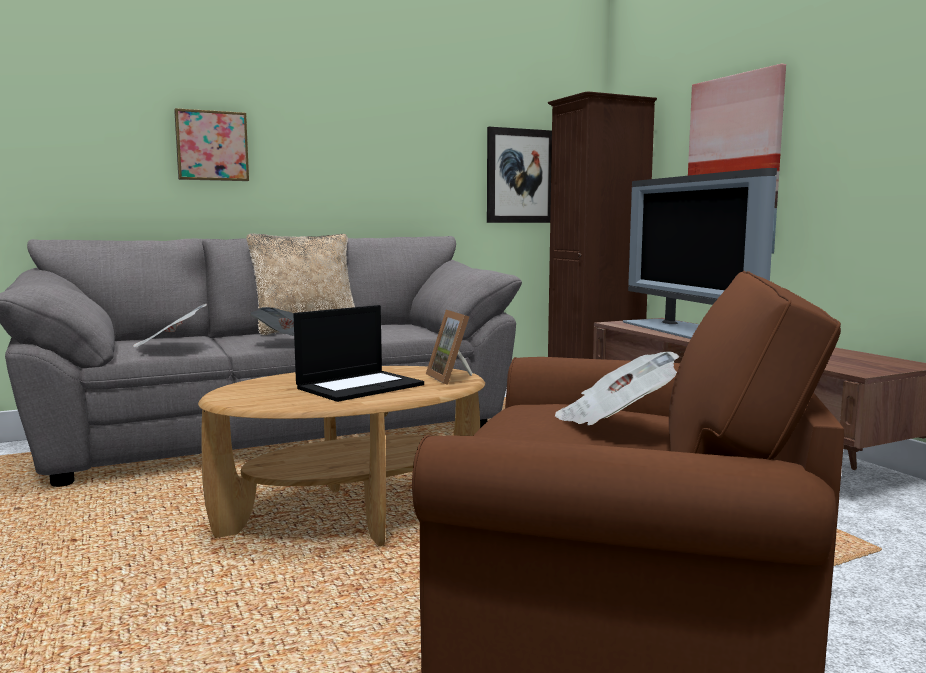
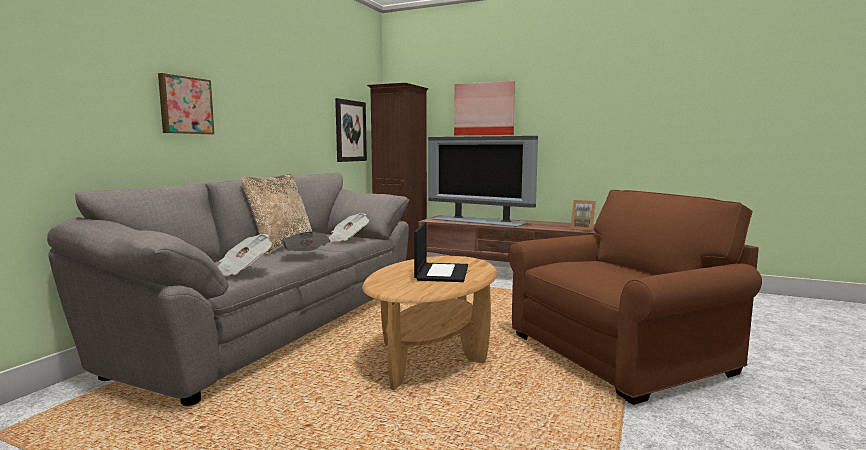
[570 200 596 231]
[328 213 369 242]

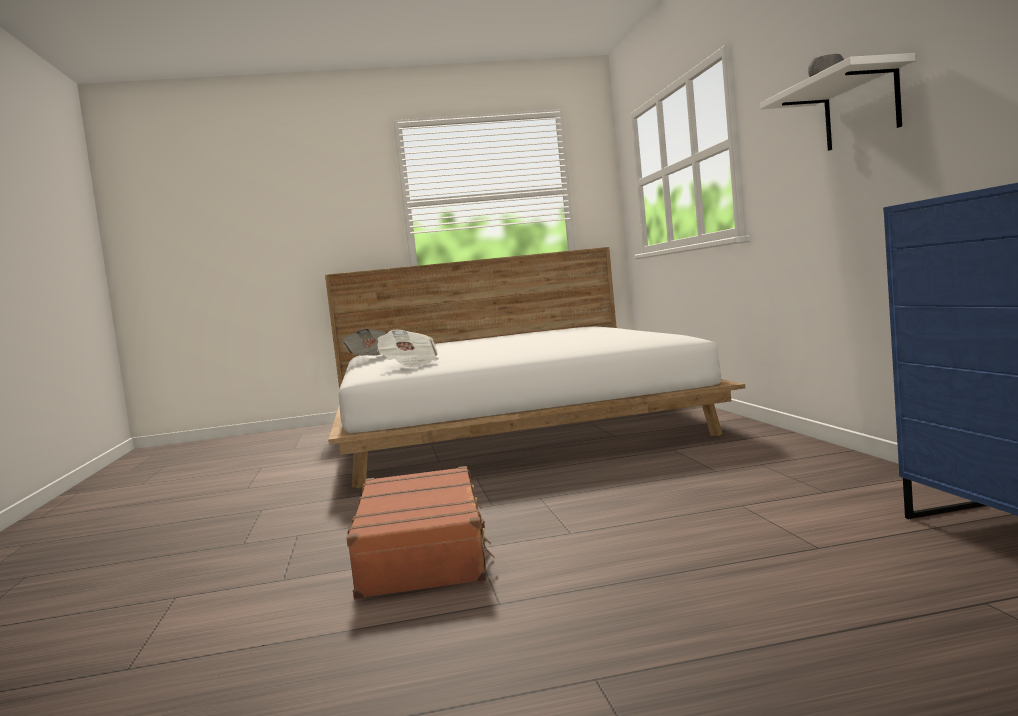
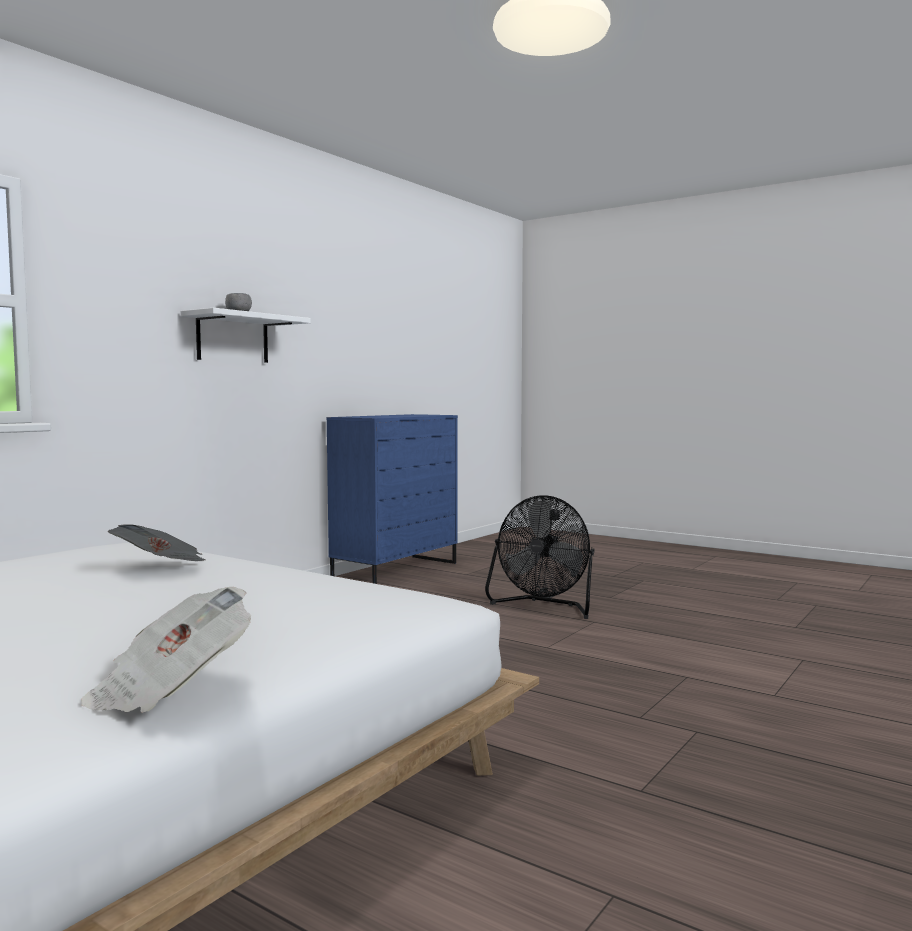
[108 524 206 561]
[346 466 495 600] (first image)
[485 495 595 619]

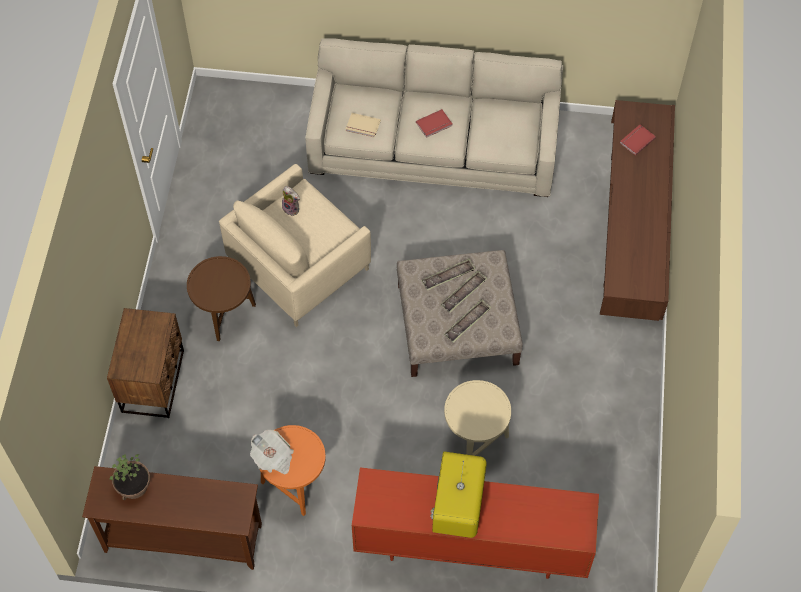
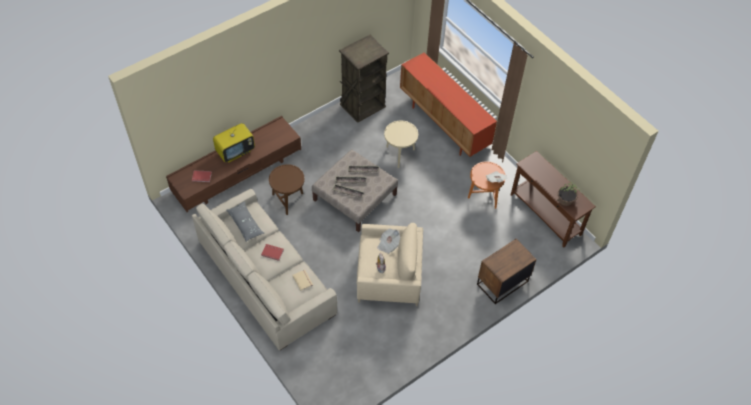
[269 164 305 215]
[213 122 255 162]
[339 35 389 123]
[226 201 264 242]
[377 229 400 254]

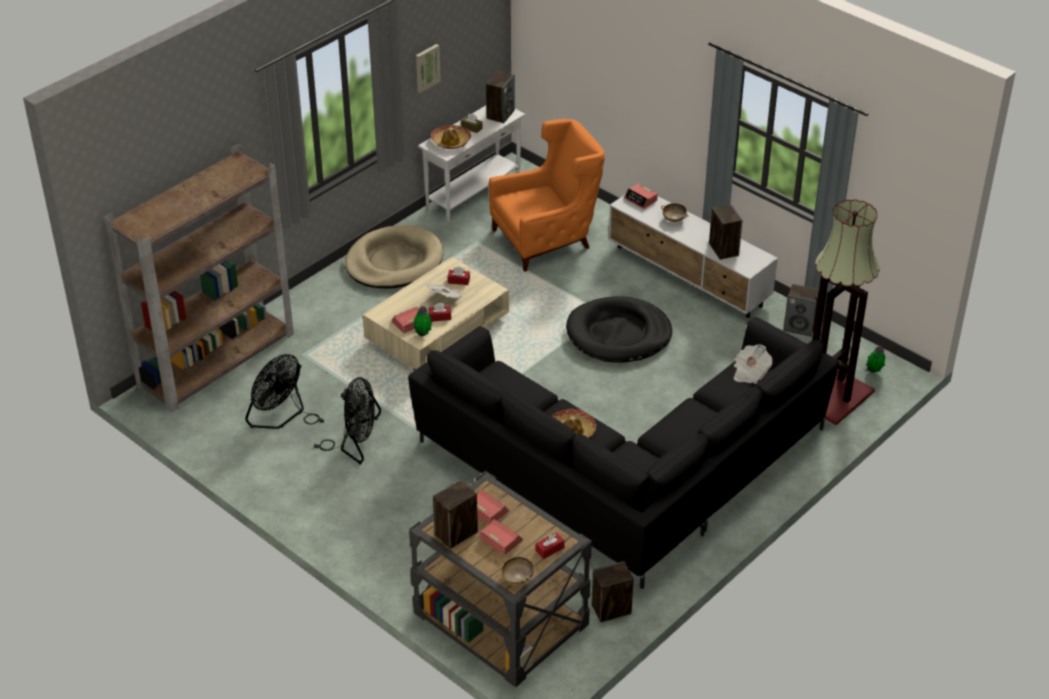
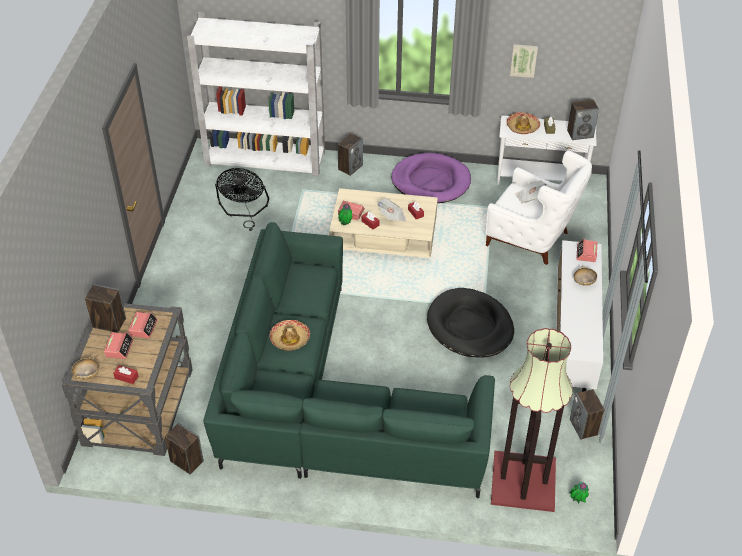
[485 150 592 265]
[187 12 325 176]
[338 133 363 176]
[391 153 471 203]
[203 222 495 498]
[515 180 547 203]
[314 377 381 465] (first image)

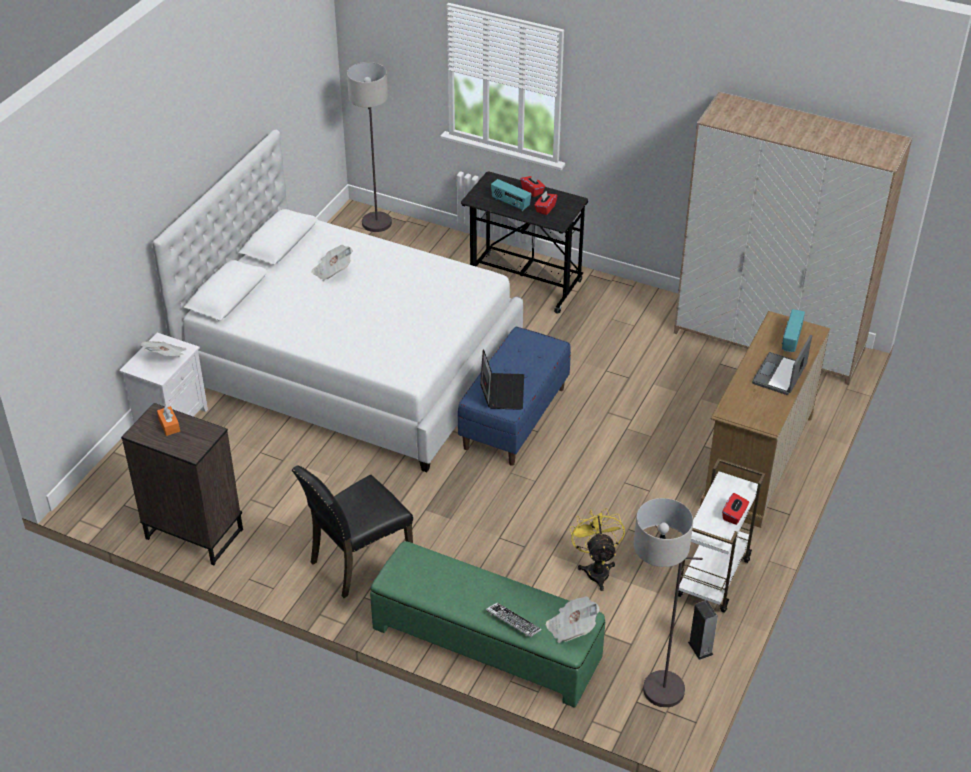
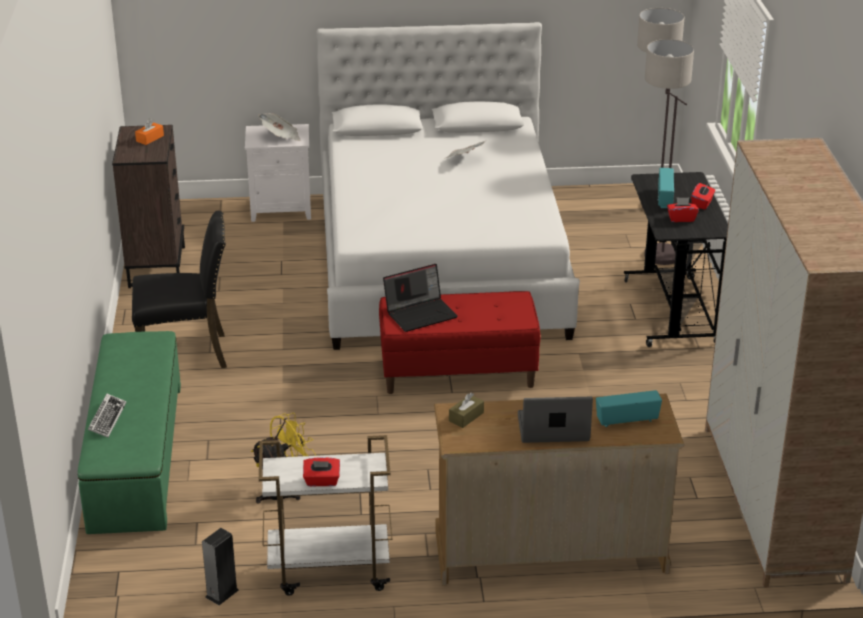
[379 291 540 394]
[132 211 227 368]
[644 39 694 265]
[546 597 600 643] (first image)
[449 393 484 428]

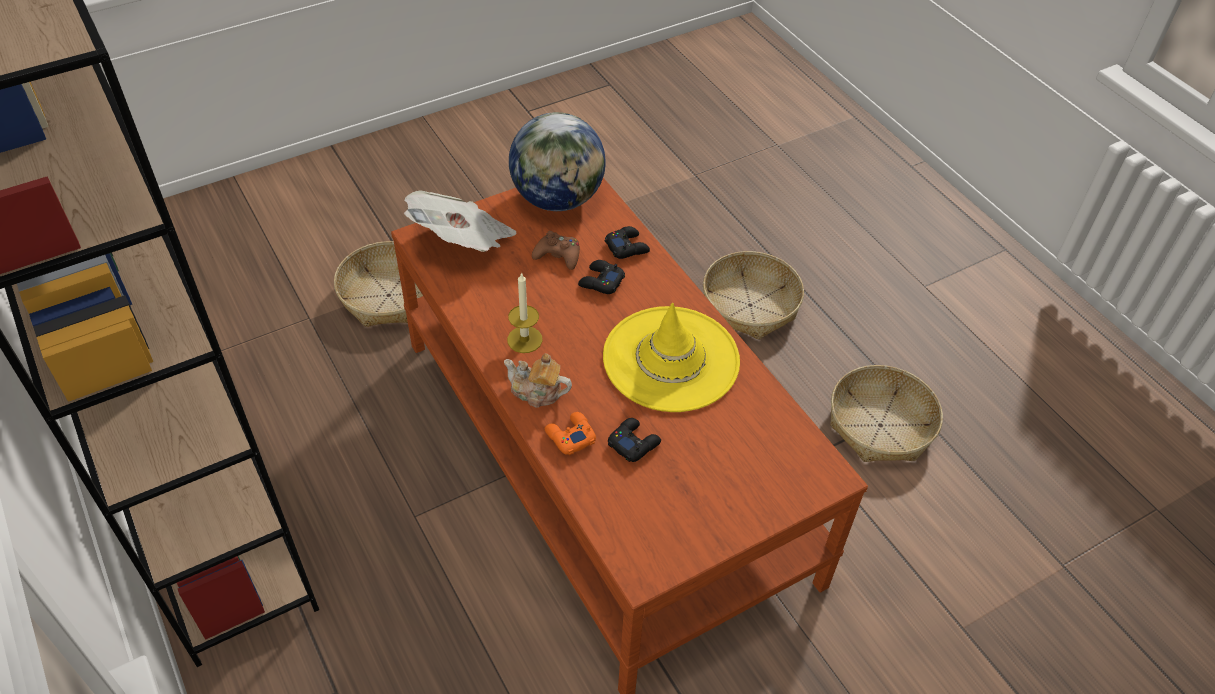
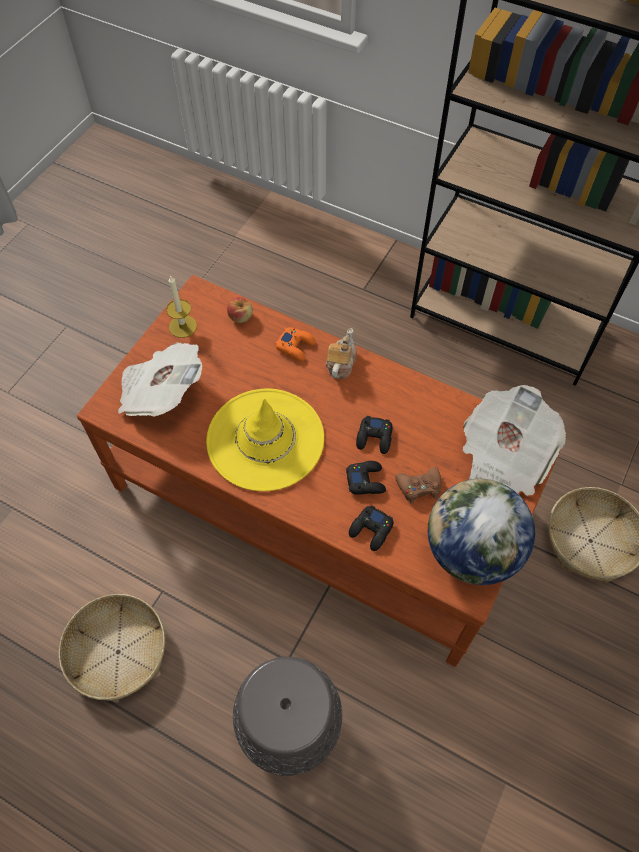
[233 657 342 776]
[166 275 197 338]
[325 328 357 379]
[356 416 392 454]
[227 297 253 323]
[118 342 202 417]

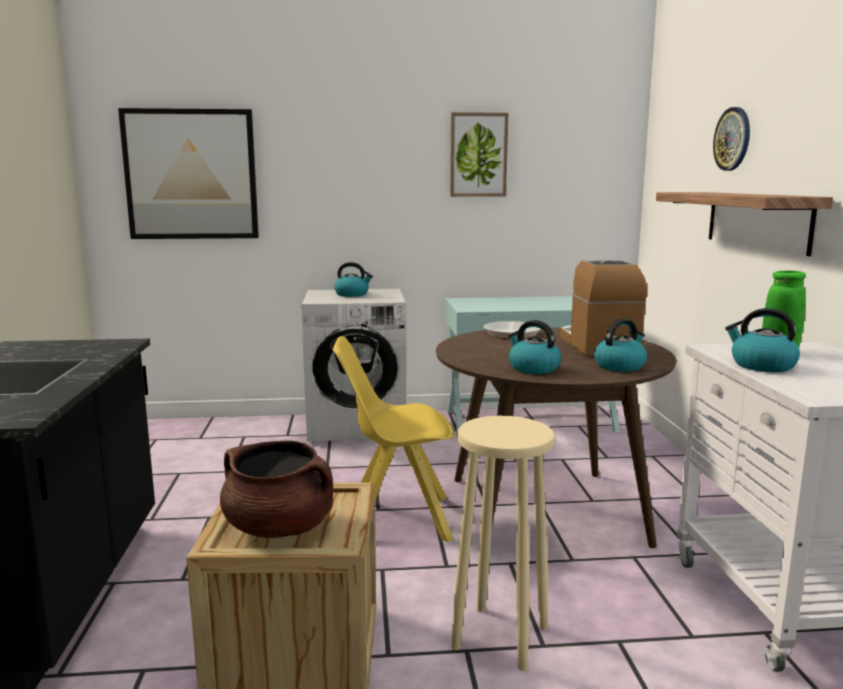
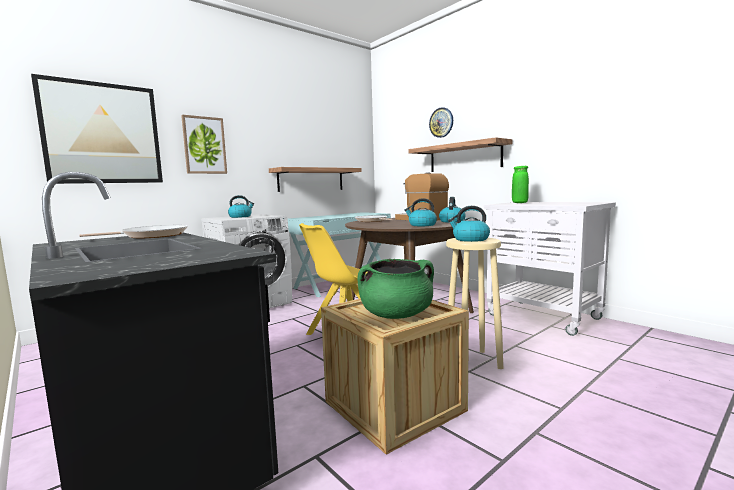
[181 115 227 174]
[448 206 490 242]
[358 259 434 319]
[269 167 362 192]
[79 225 188 238]

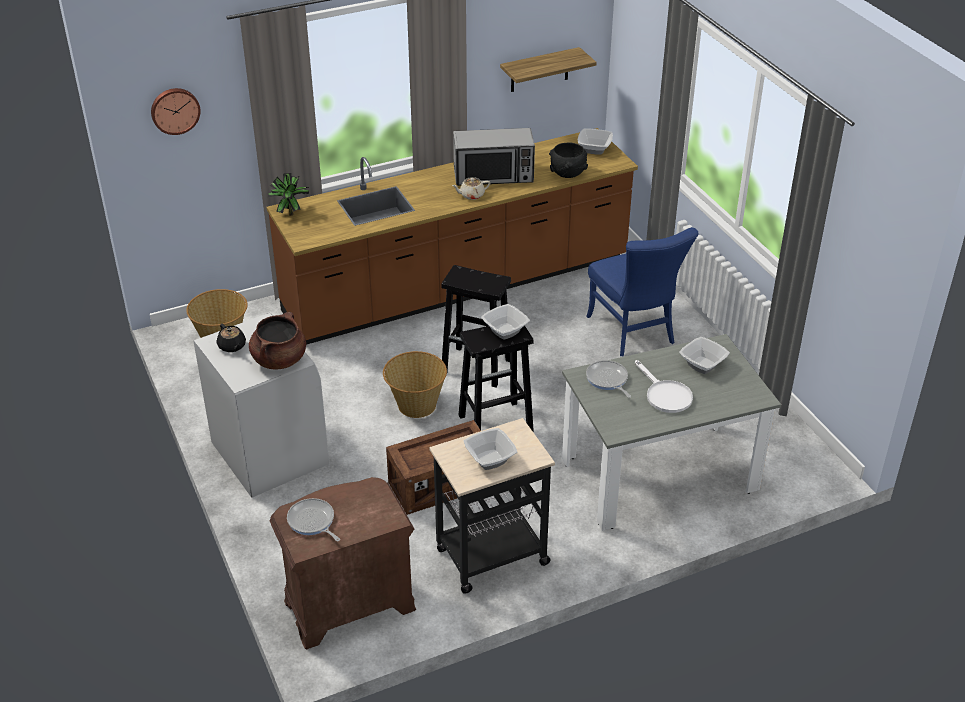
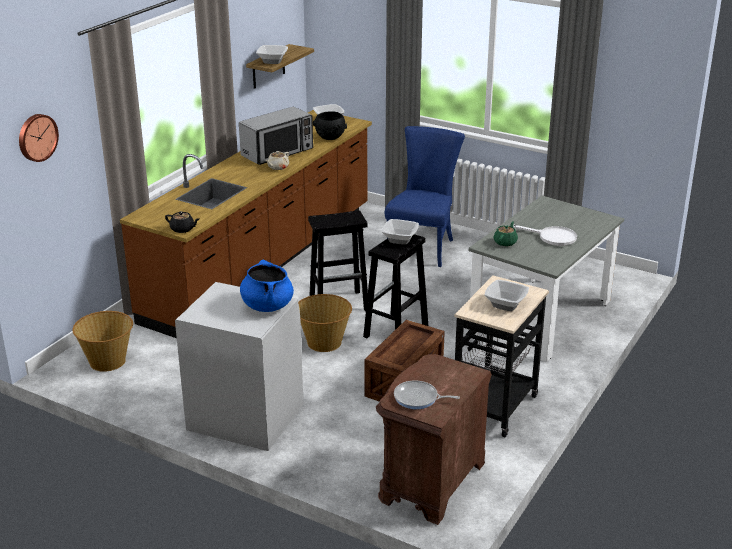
[268 173 309 216] (first image)
[385 126 465 267]
[240 260 294 312]
[165 211 199 233]
[256 45 288 64]
[493 221 518 246]

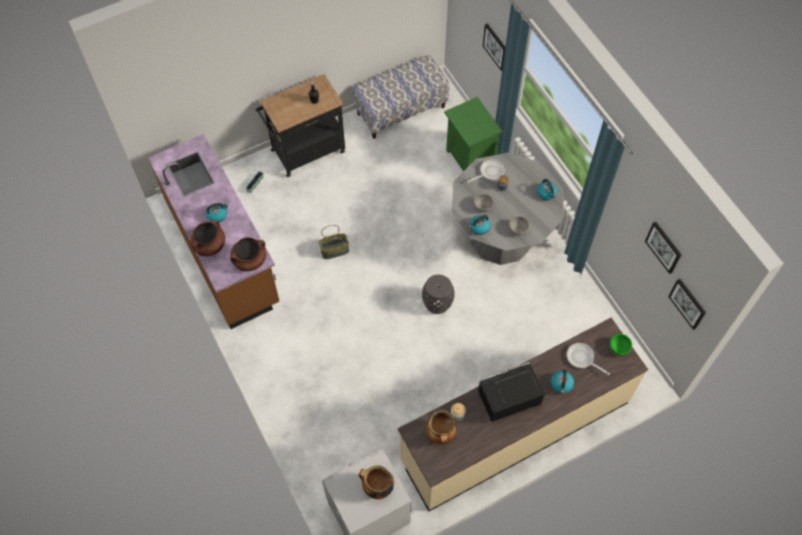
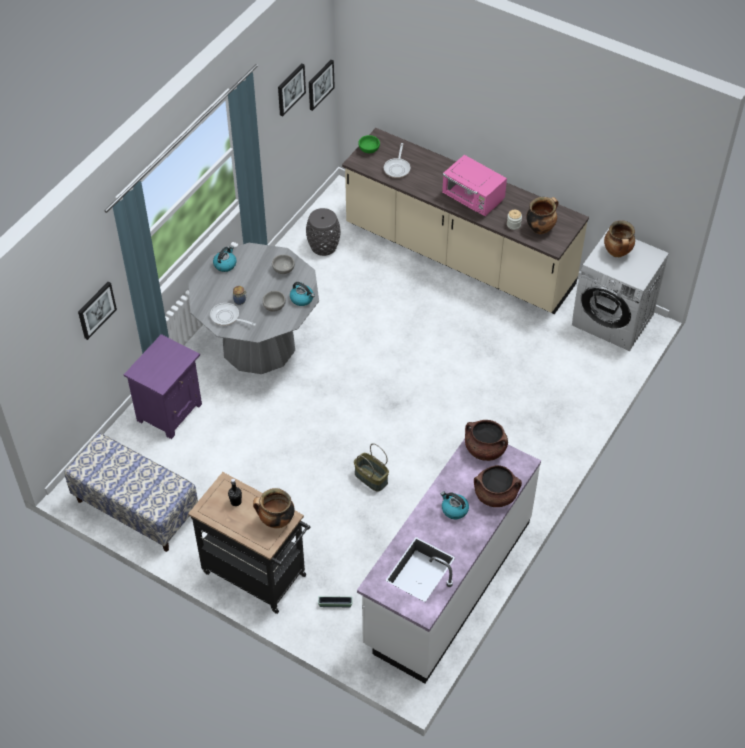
[124 334 202 439]
[357 439 541 683]
[306 208 341 256]
[442 155 507 216]
[551 370 574 393] (first image)
[253 488 295 528]

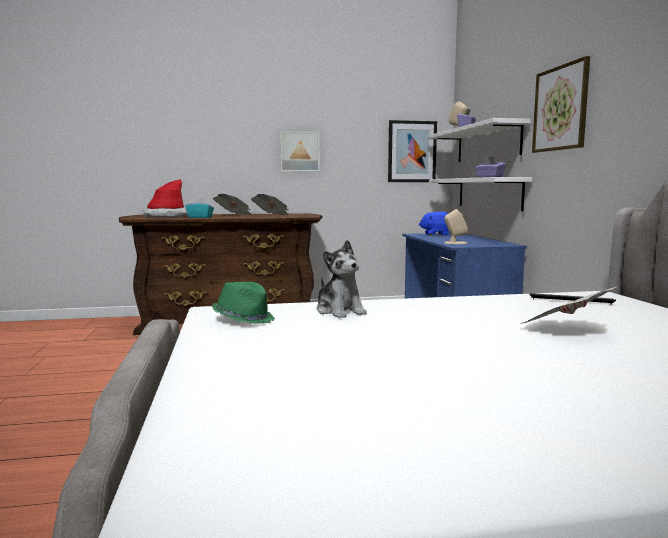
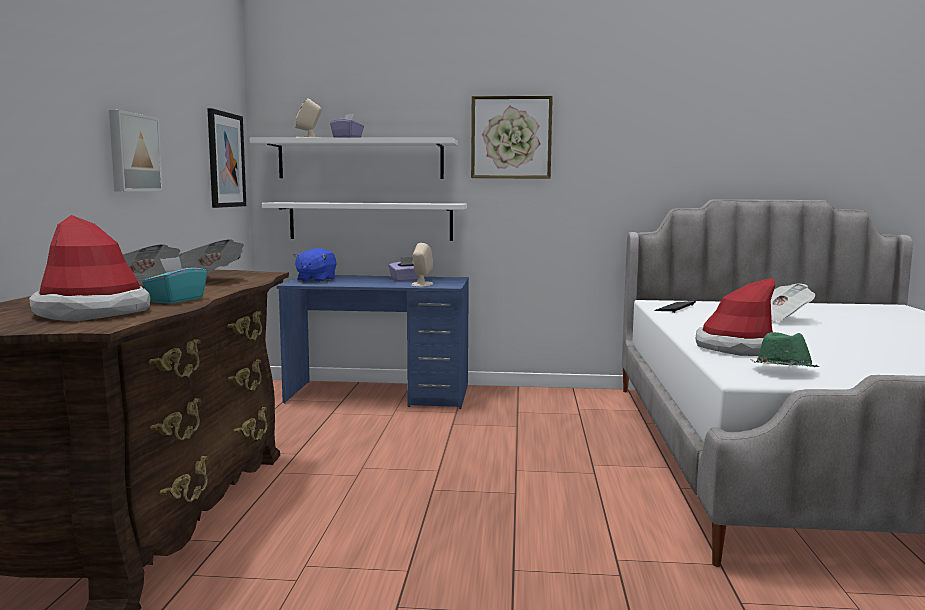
[389 257 419 282]
[696 278 776 356]

